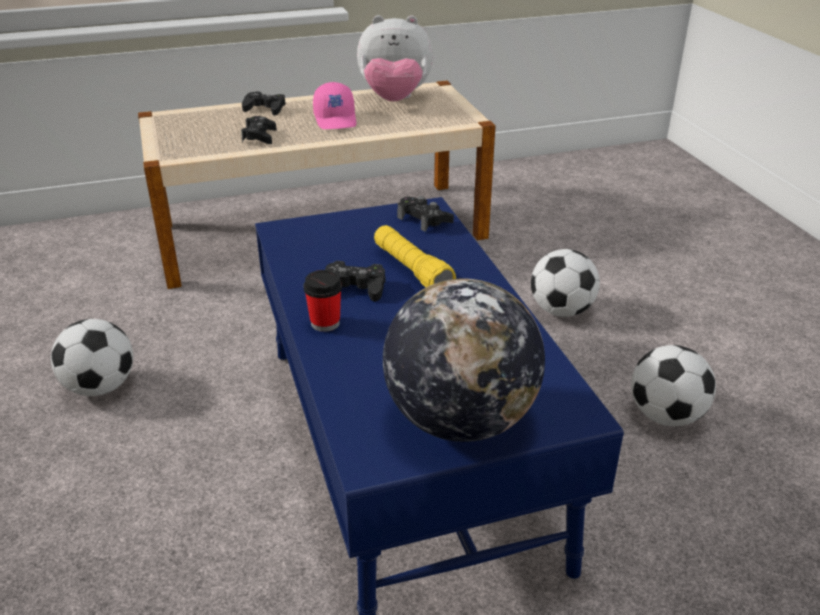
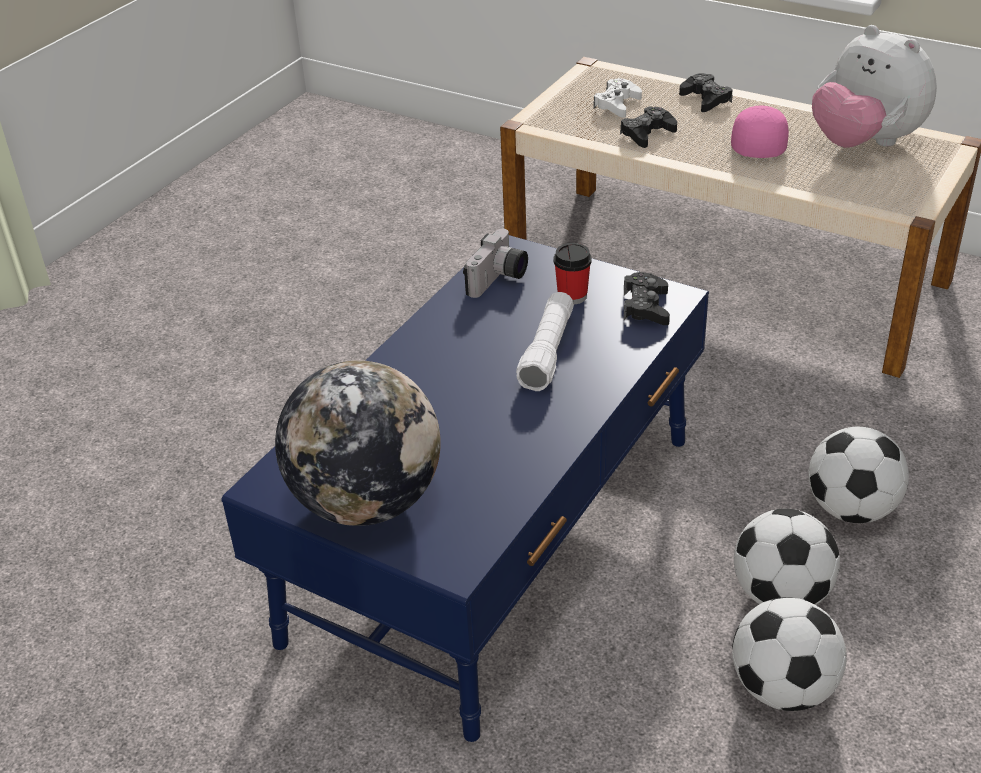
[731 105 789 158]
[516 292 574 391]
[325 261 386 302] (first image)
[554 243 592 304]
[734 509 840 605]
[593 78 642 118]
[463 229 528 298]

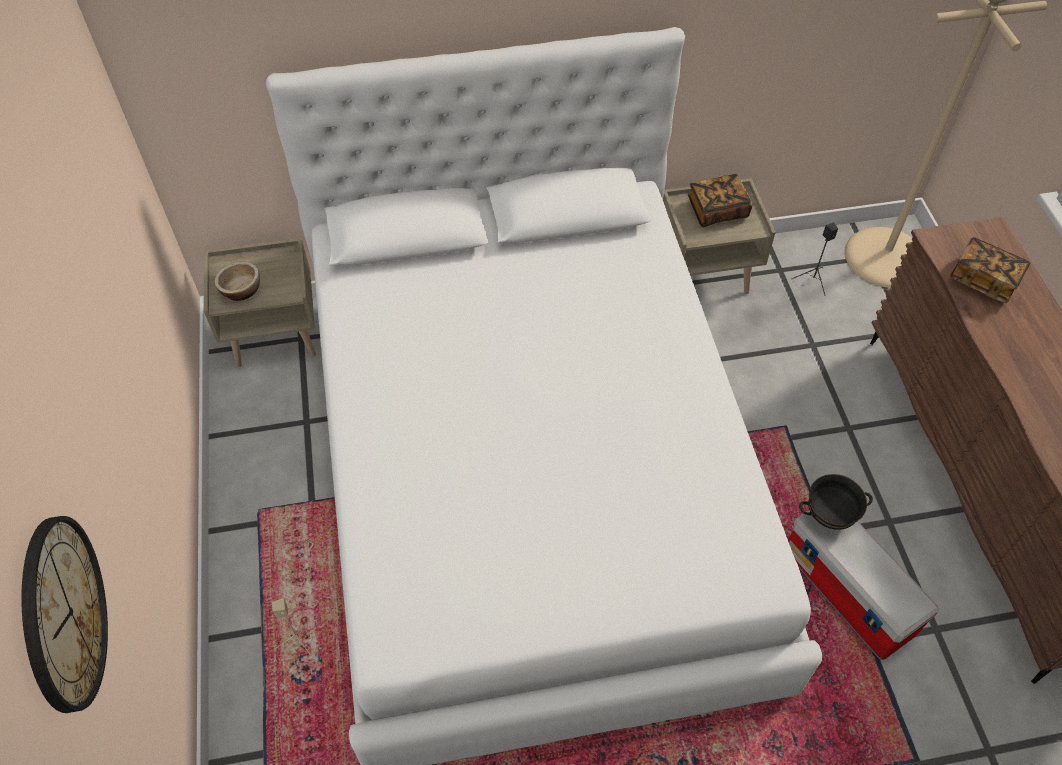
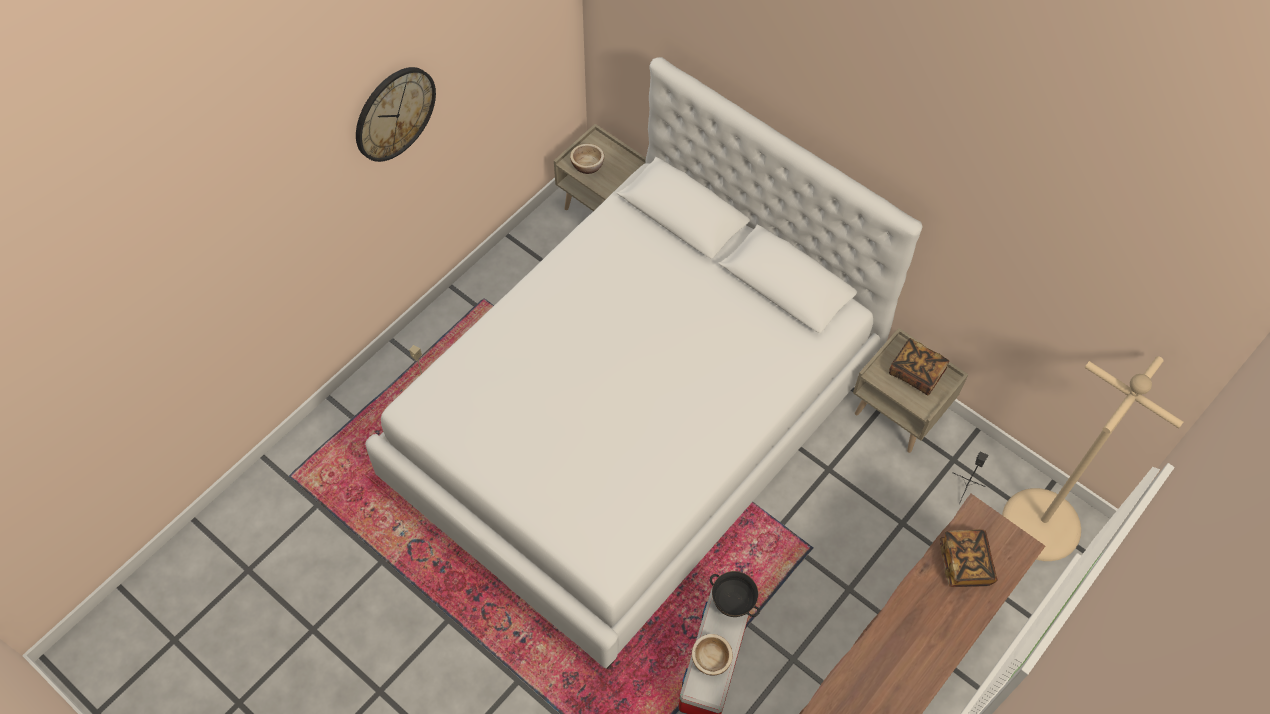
[356 67 436 162]
[692 634 733 676]

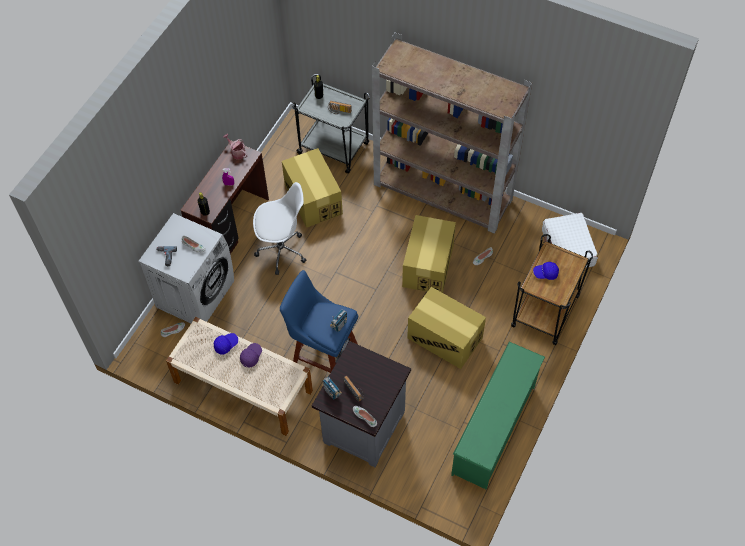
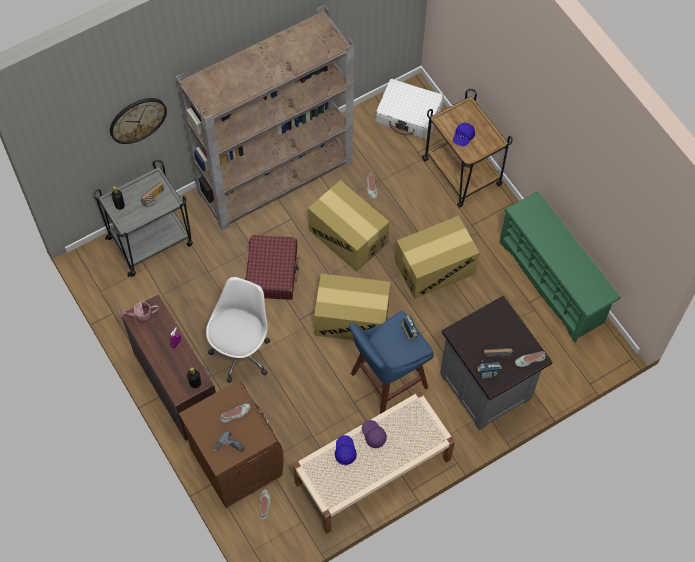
[314 273 391 340]
[179 380 283 508]
[110 98 167 144]
[246 235 299 300]

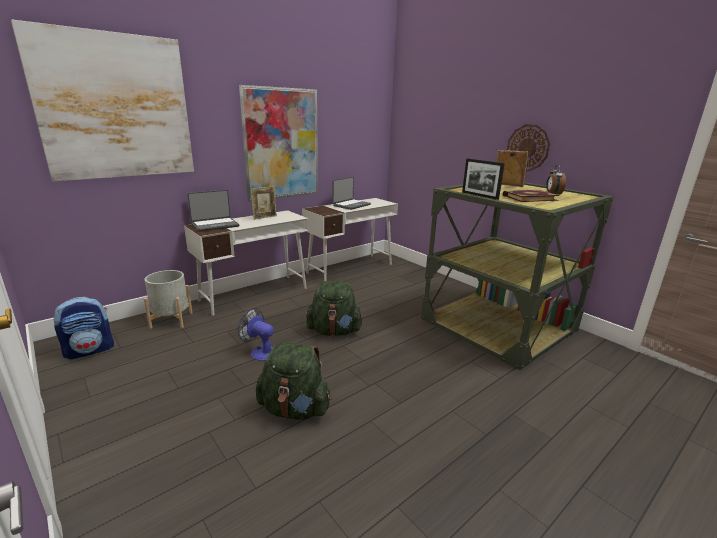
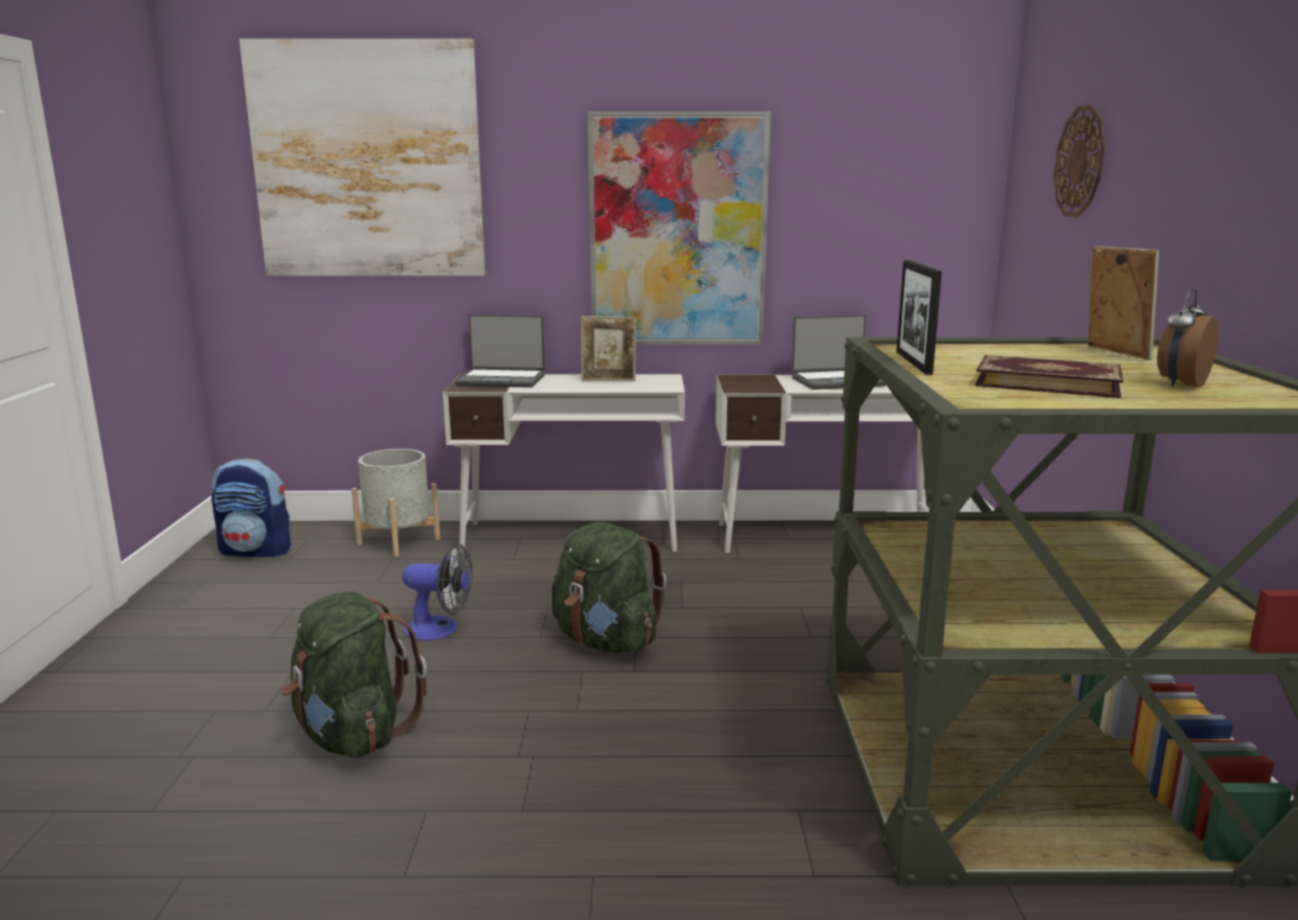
[1054 105 1105 217]
[402 544 472 641]

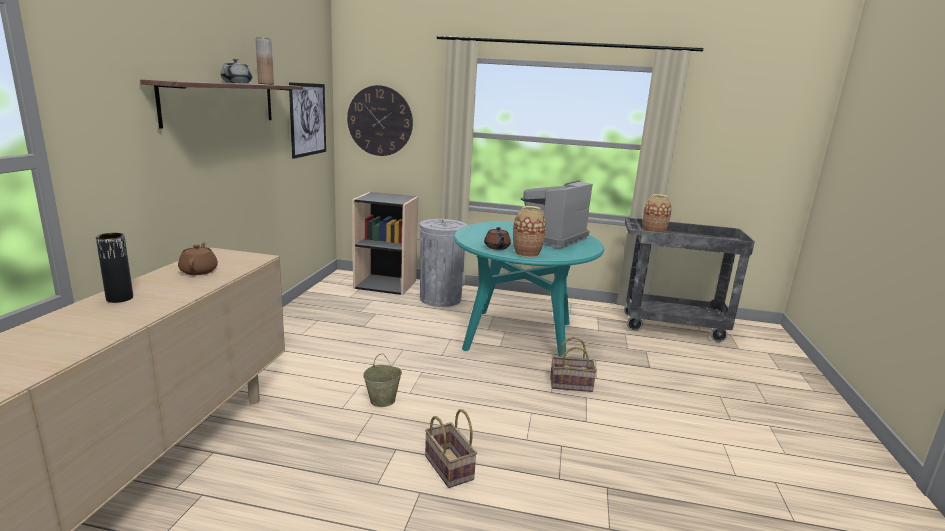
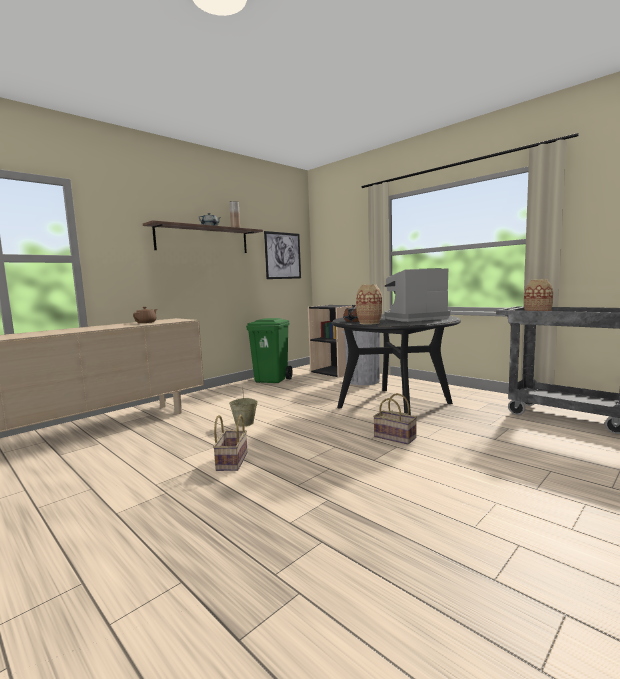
[347 85 413 156] (first image)
[332 314 461 415]
[96 233 133 303] (first image)
[246 318 293 383]

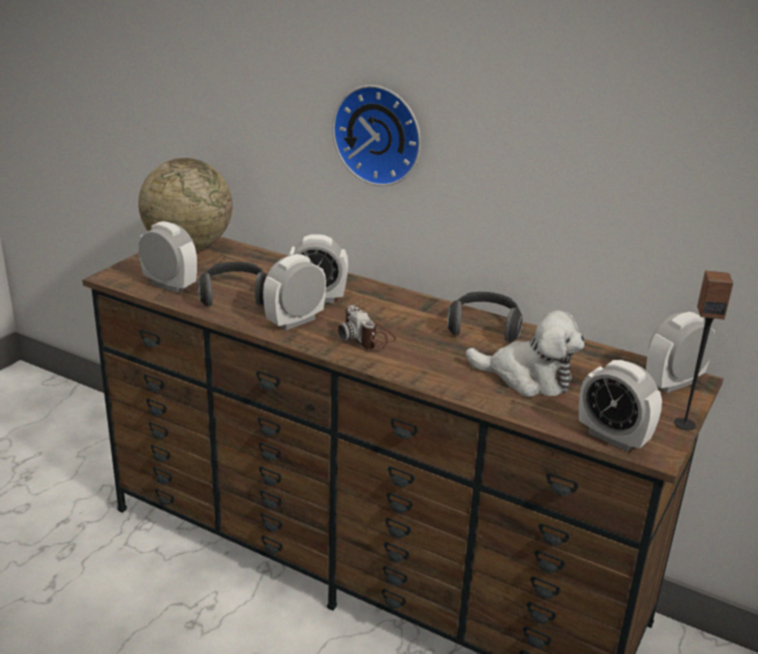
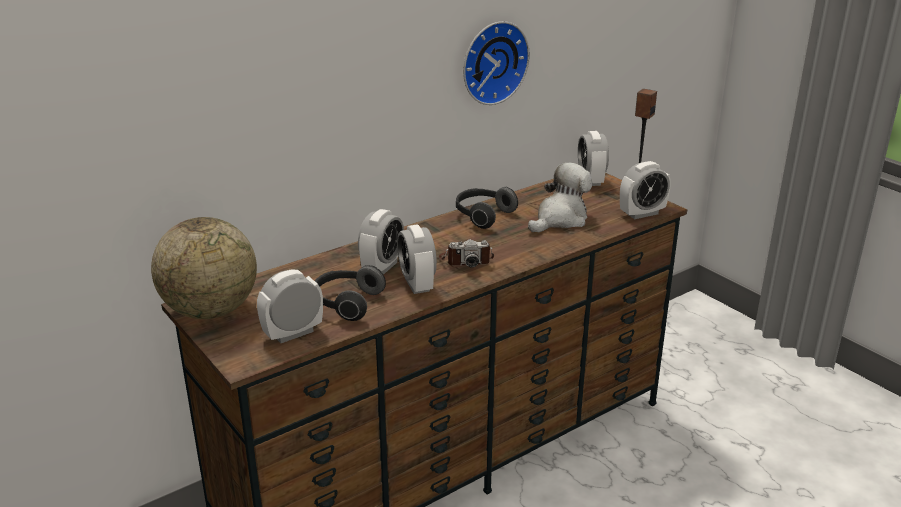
[463 21 530 105]

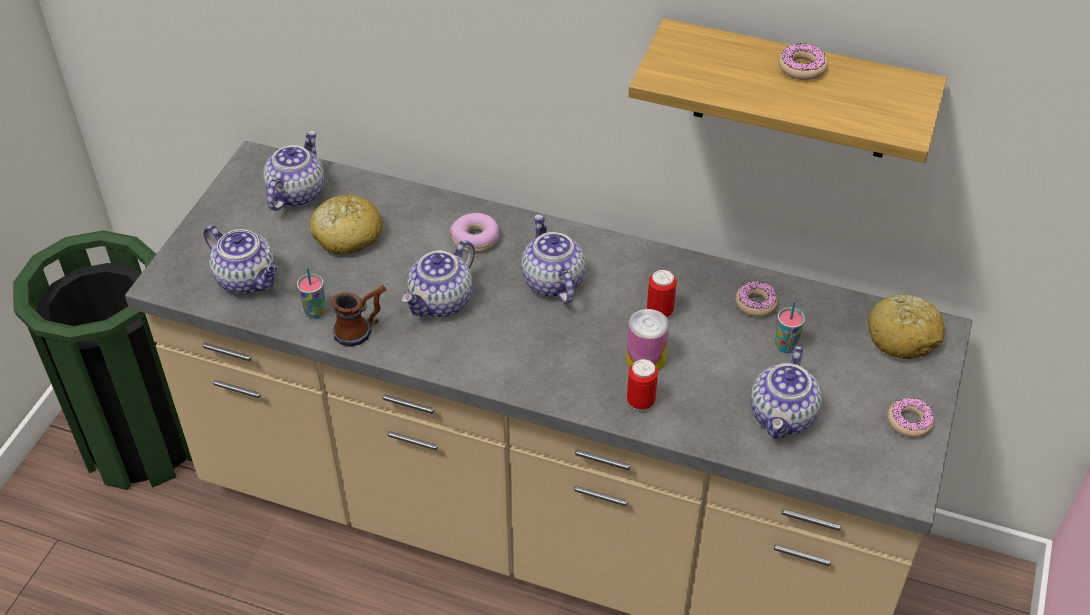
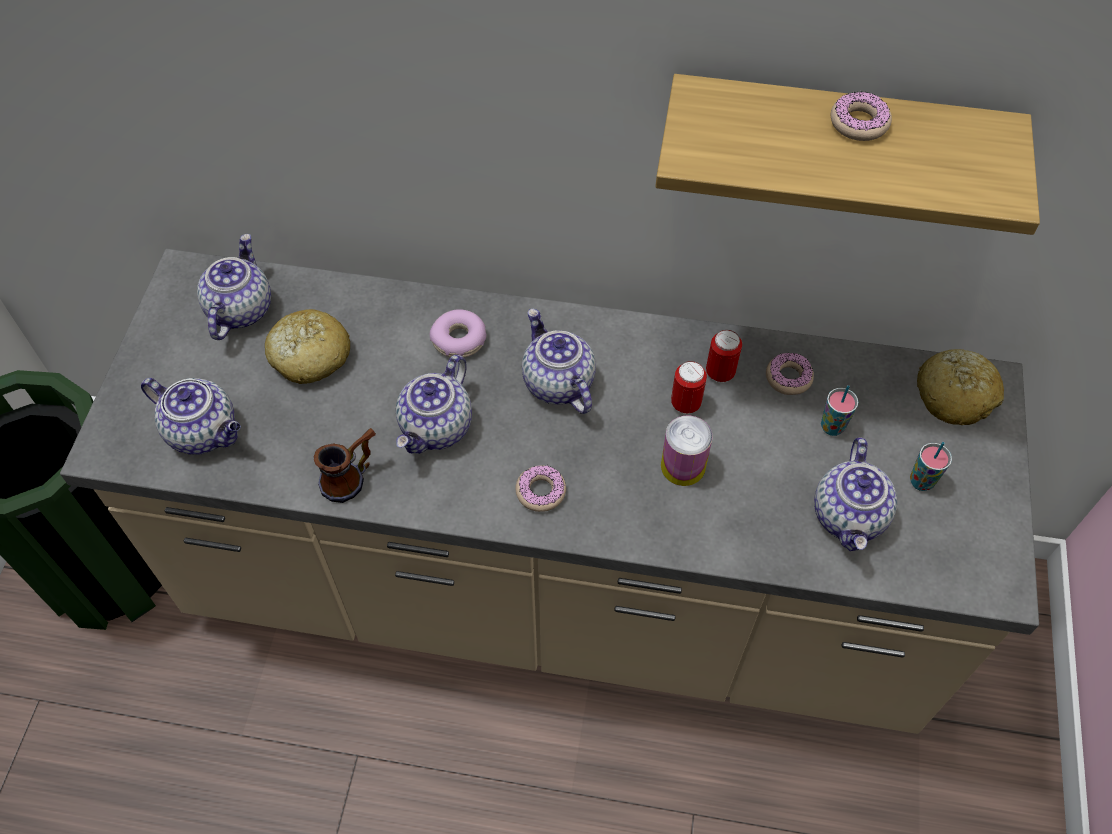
[910 442 952 491]
[706 330 742 383]
[515 465 566 512]

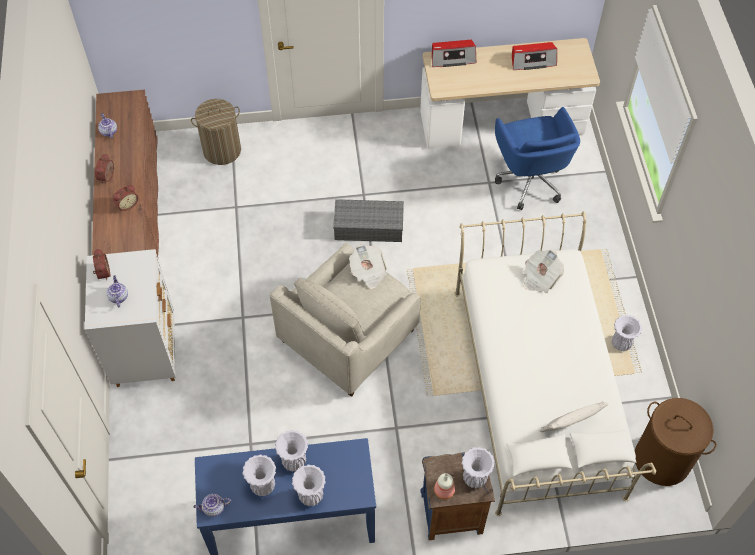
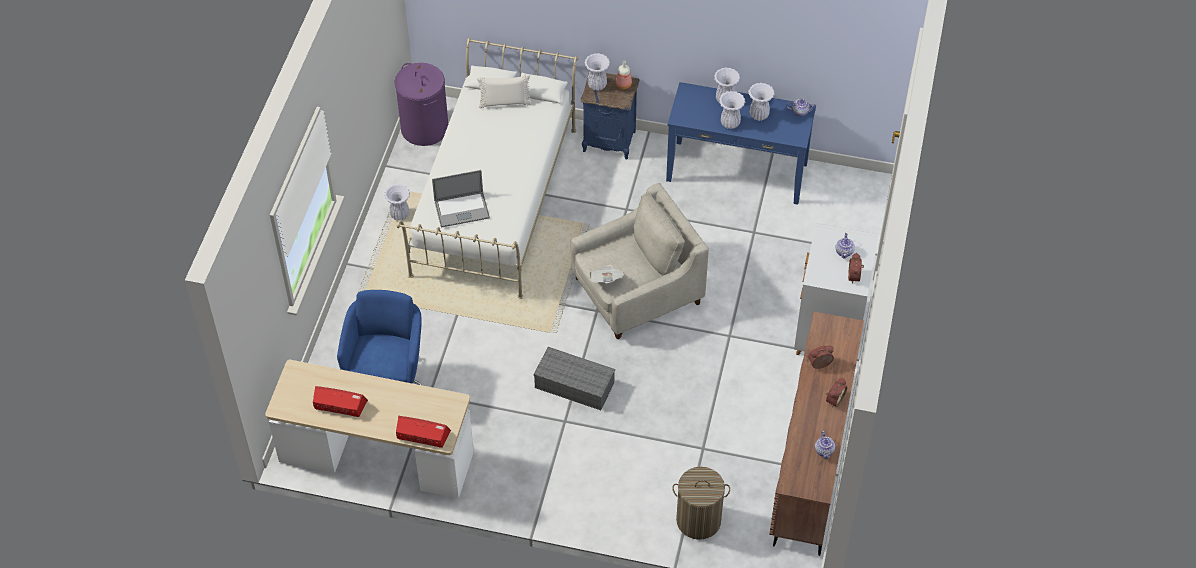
[432 170 490 228]
[394 63 448 146]

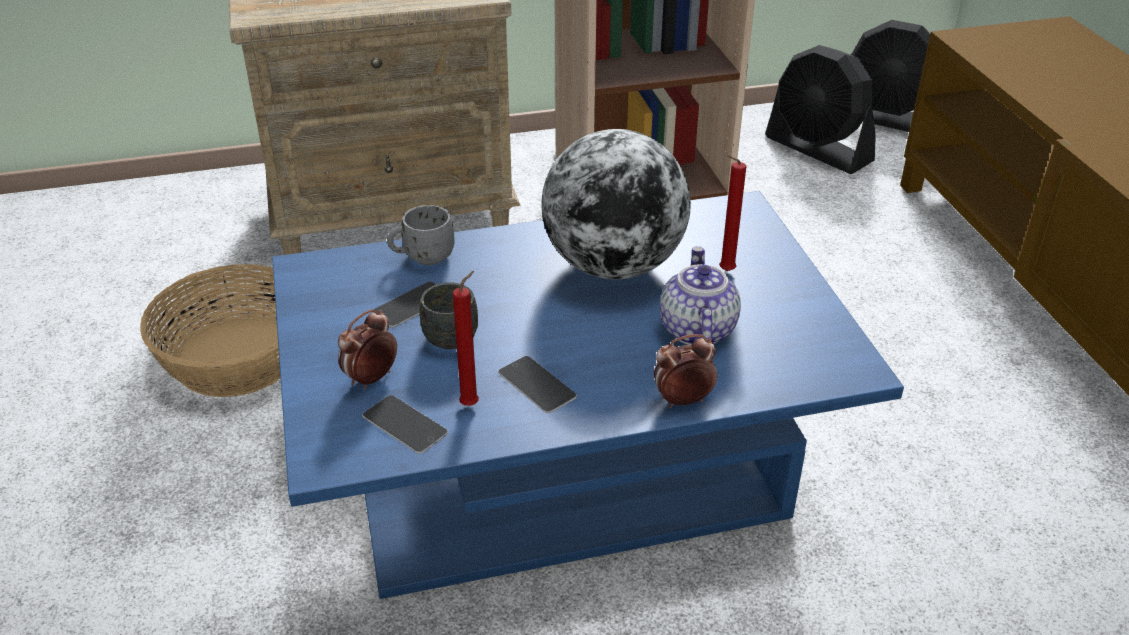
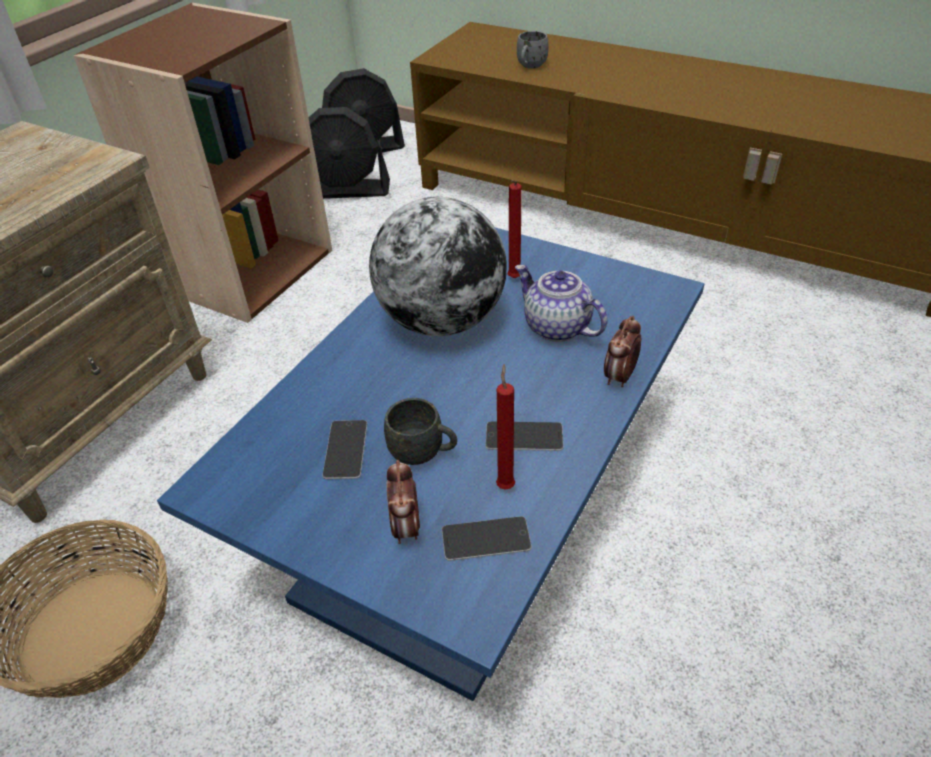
[517 31 549 69]

